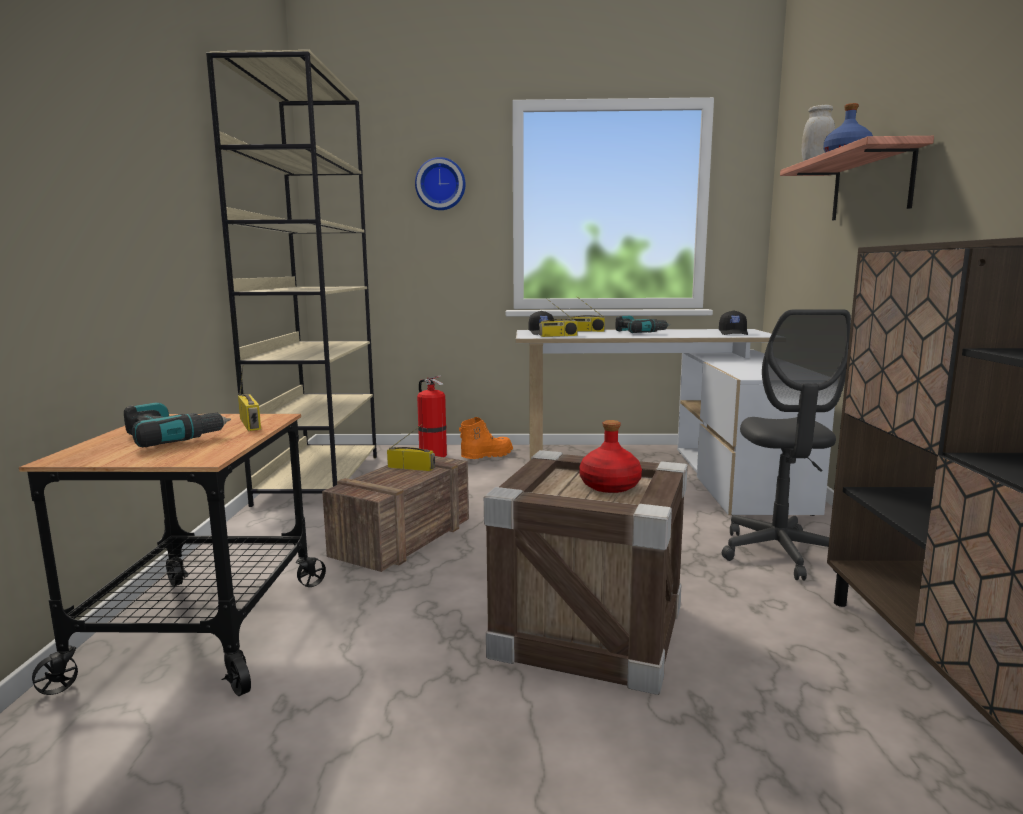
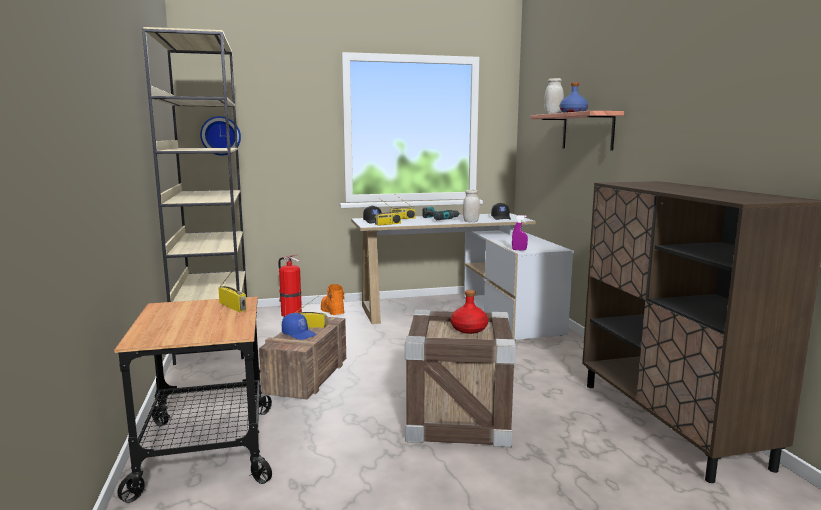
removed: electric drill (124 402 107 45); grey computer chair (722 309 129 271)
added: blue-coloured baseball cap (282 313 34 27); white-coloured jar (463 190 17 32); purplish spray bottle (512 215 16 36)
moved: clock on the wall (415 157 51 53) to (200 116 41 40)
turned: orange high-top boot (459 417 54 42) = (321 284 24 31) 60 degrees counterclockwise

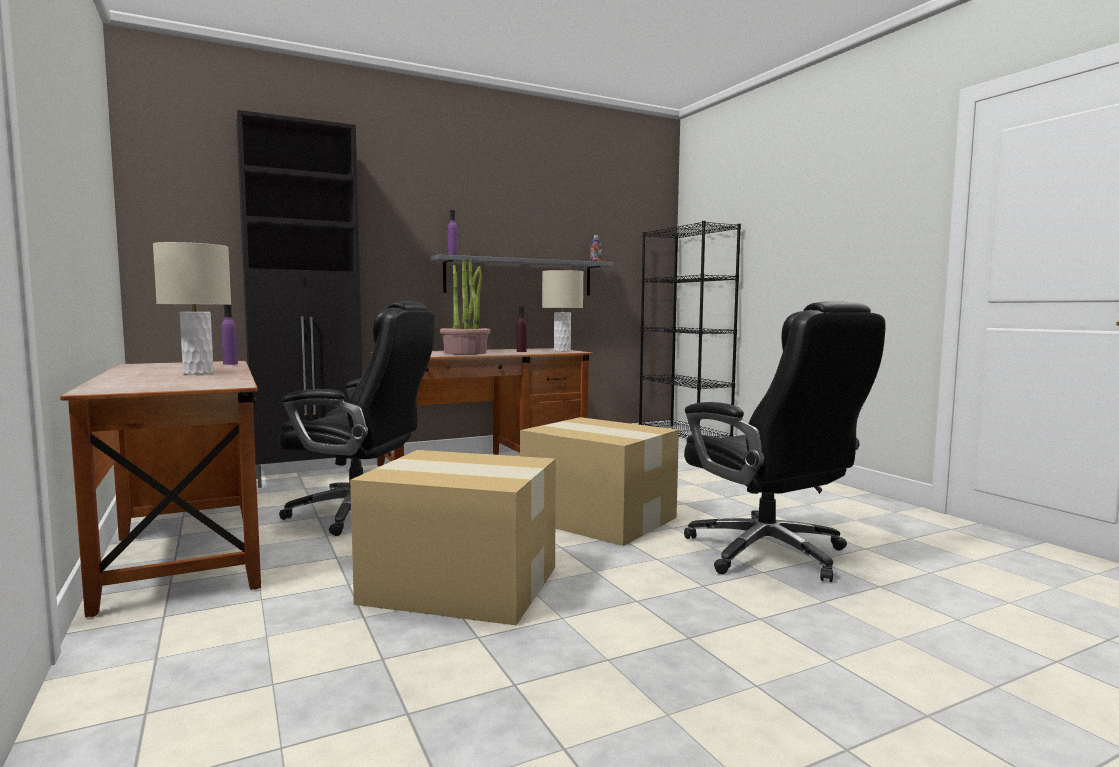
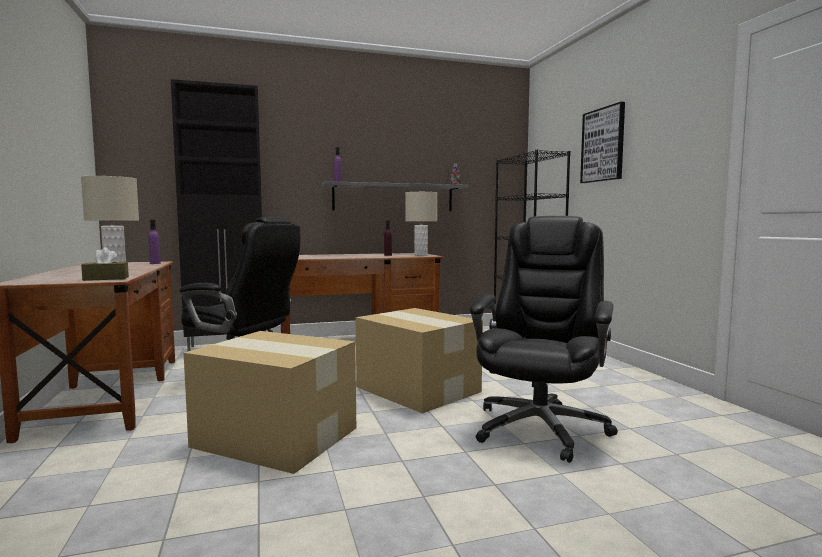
removed: houseplant (440 259 50 95)
added: brownish box of tissues (81 247 48 34); wall art (580 102 45 81)
turned: blackish computer chair (684 301 202 281) = (470 216 148 247) 135 degrees counterclockwise

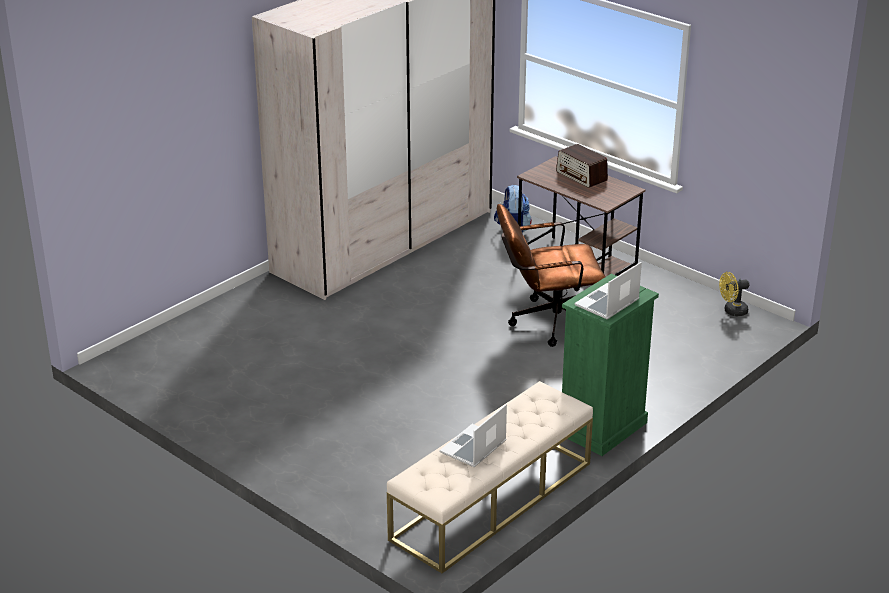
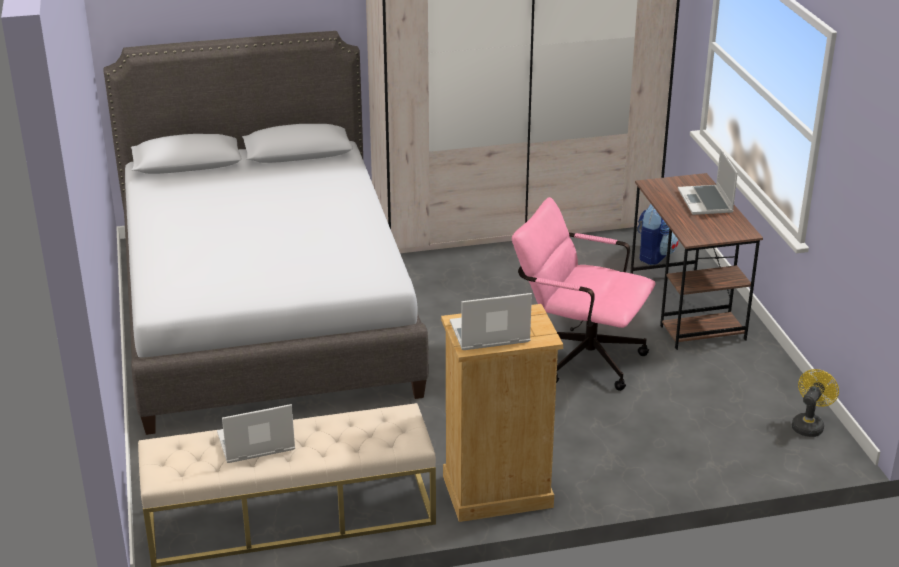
added: grey bed (104 31 325 404)
replaced: radio (556 144 52 44) to portable computer (678 148 60 67)
recoloured: green chest of drawers (562 274 97 182) to beige-coloured chest of drawers (441 304 122 218); brownish computer chair (497 204 109 143) to pinkish computer chair (512 197 144 194)
turned: yellow cooling fan (719 272 31 44) = (792 369 47 68) 105 degrees clockwise

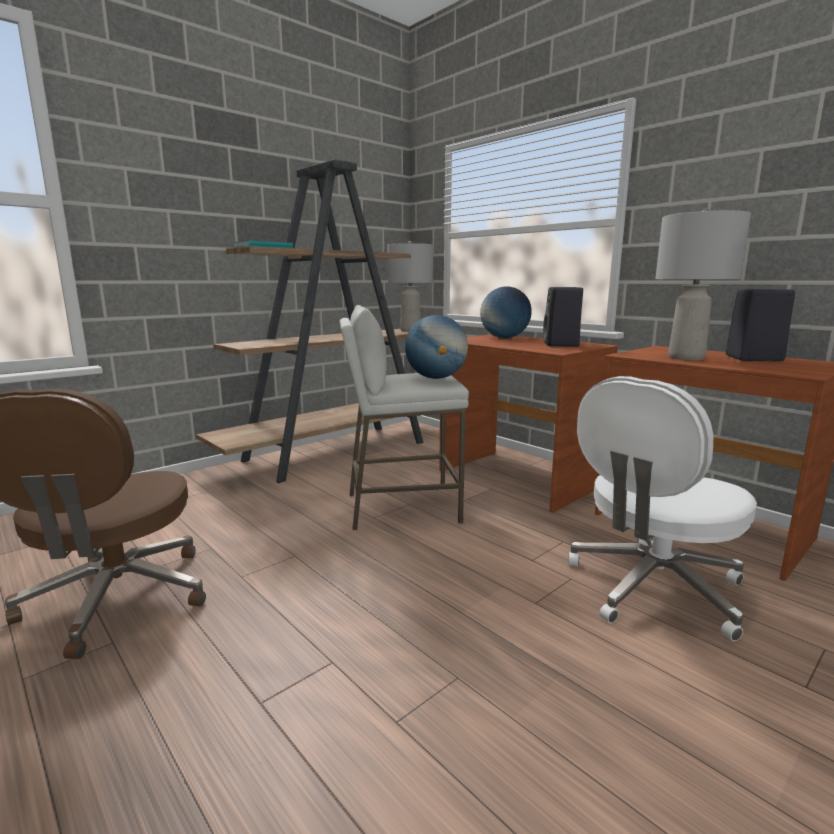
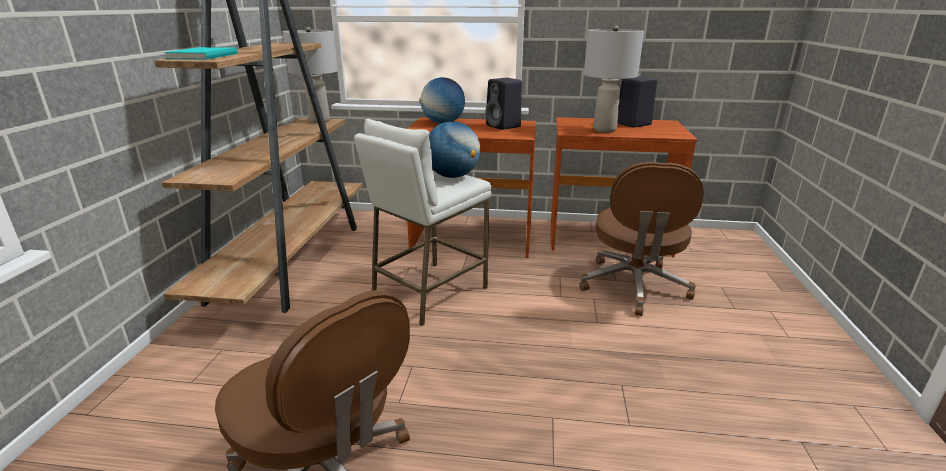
recoloured: white-coloured computer chair (568 376 189 265) to brownish computer chair (579 162 125 154)

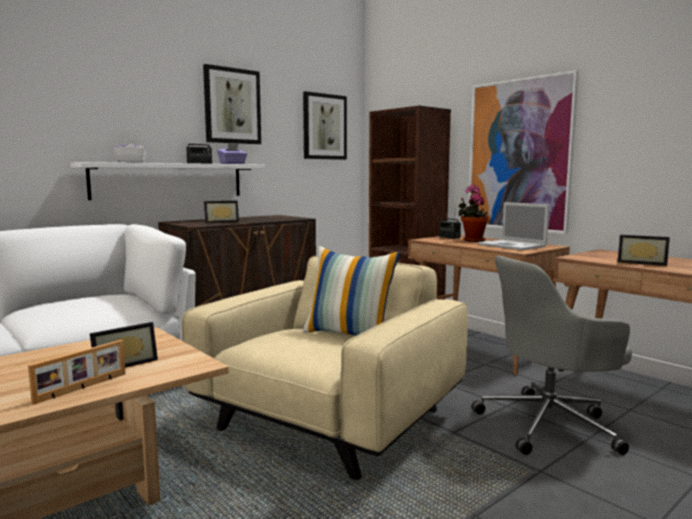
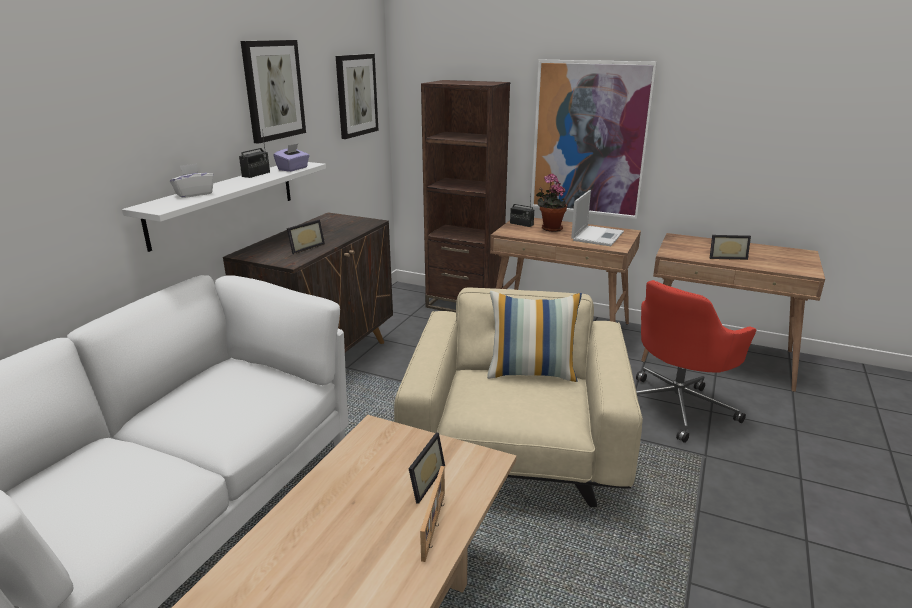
recoloured: grey computer chair (472 255 160 200) to red computer chair (636 280 120 163)
turned: portable computer (478 202 71 48) = (571 190 53 56) 90 degrees counterclockwise

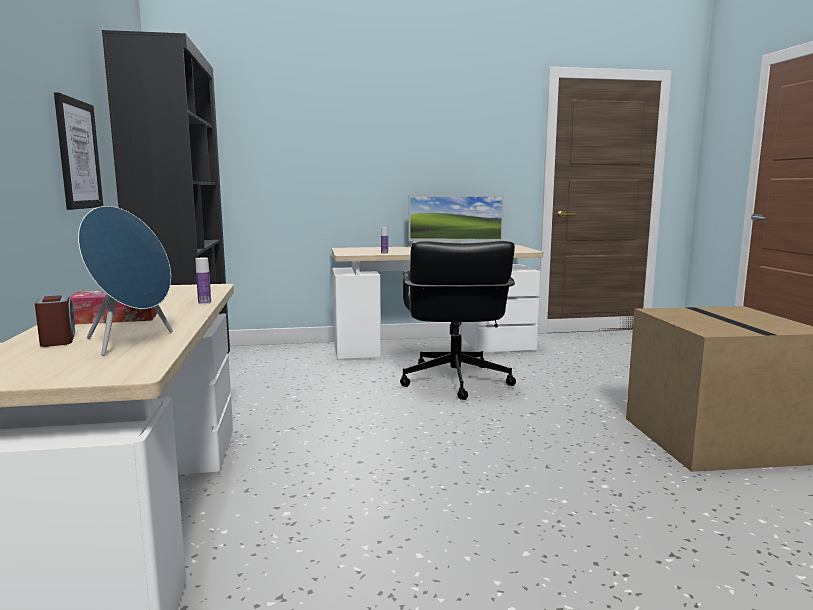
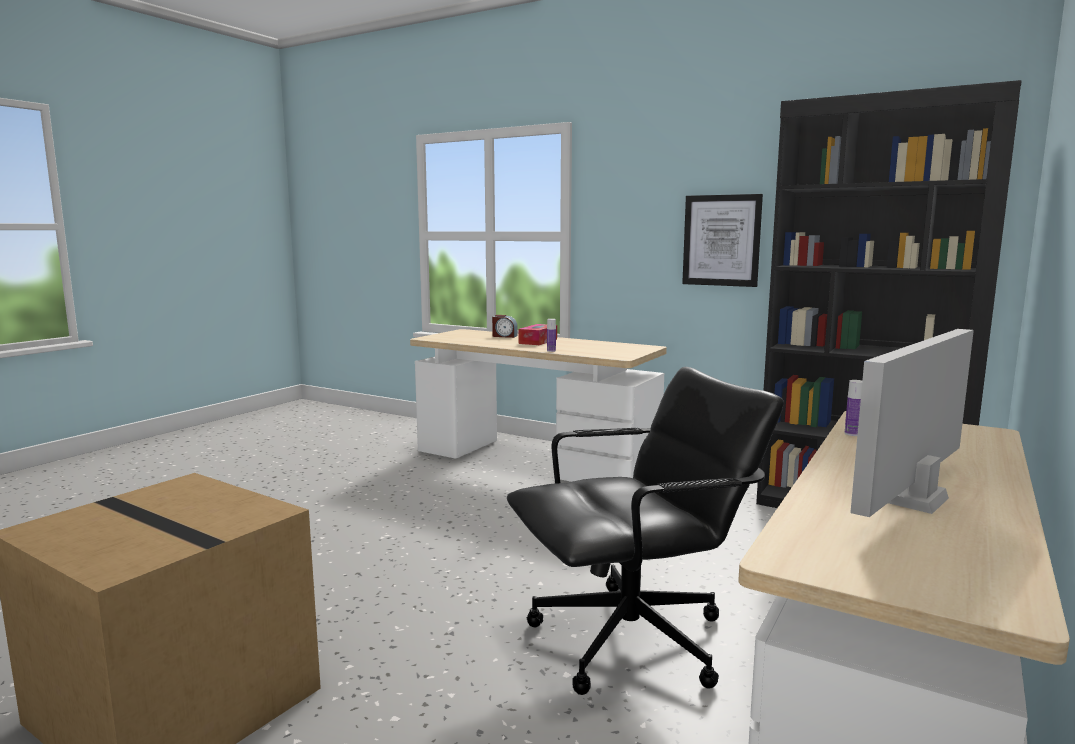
removed: blue-coloured audio speaker (78 206 95 150)
turned: blackish computer chair (400 241 116 159) = (507 367 277 328) 120 degrees clockwise

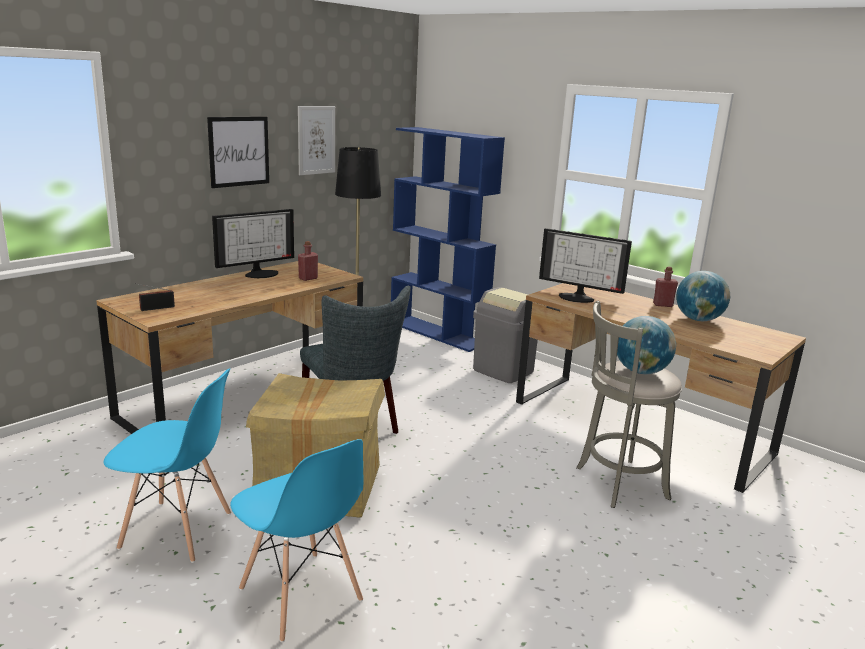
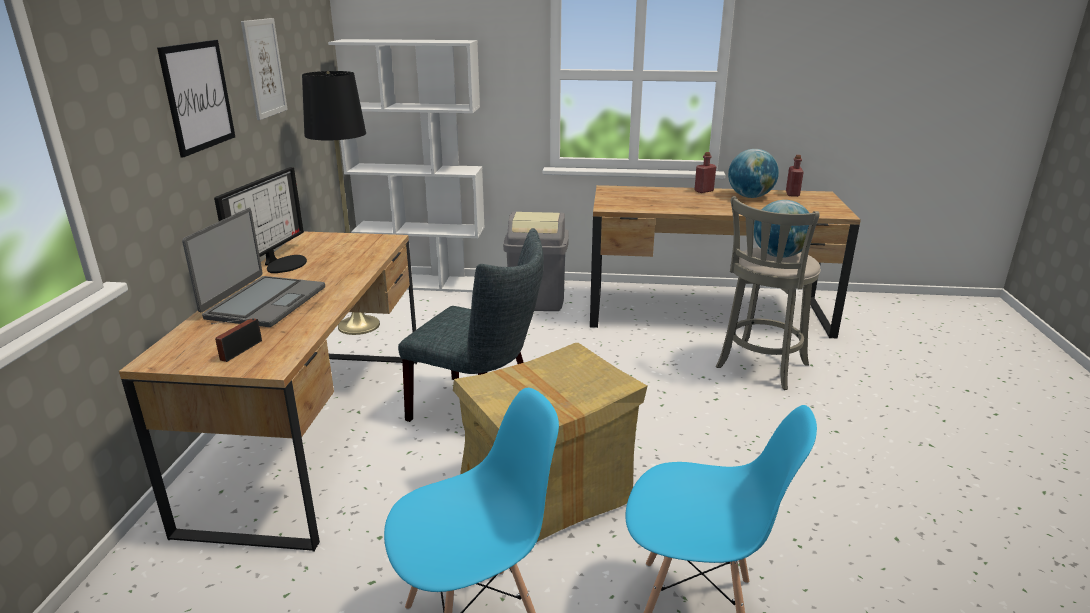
removed: monitor (539 228 93 75)
added: portable computer (182 208 143 119)
moved: red beverage bottle (298 241 20 40) to (786 155 18 42)
recoloured: blue-coloured bookcase (391 127 114 225) to white-coloured bookcase (328 39 157 253)

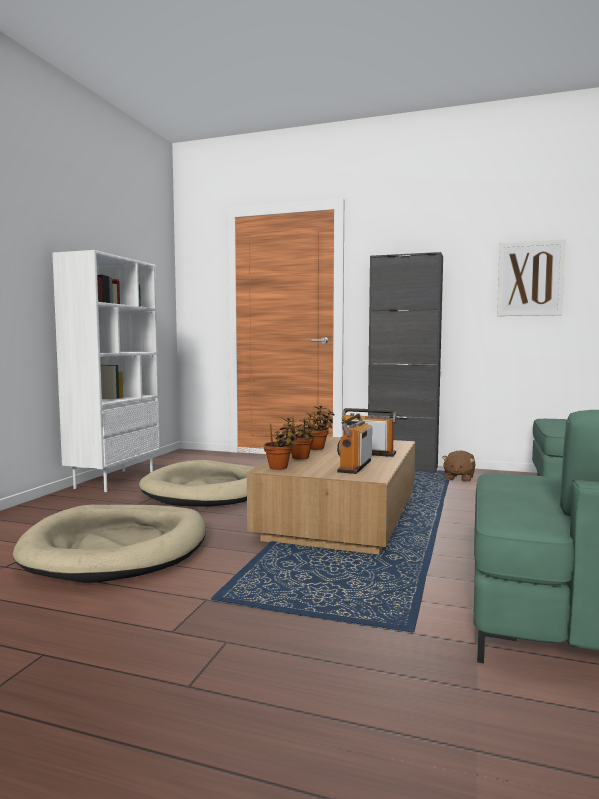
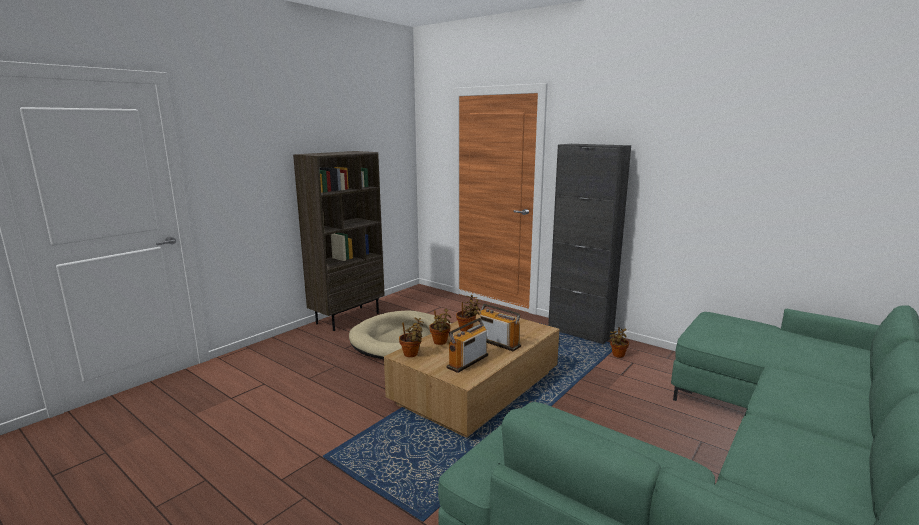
removed: beige-coloured dog bed (13 505 193 78); wall art (497 239 69 77)
replaced: brownish cuddly toy (442 450 34 32) to houseplant (609 327 20 31)
recoloured: white-coloured bookcase (52 250 108 242) to brownish bookcase (293 151 92 180)

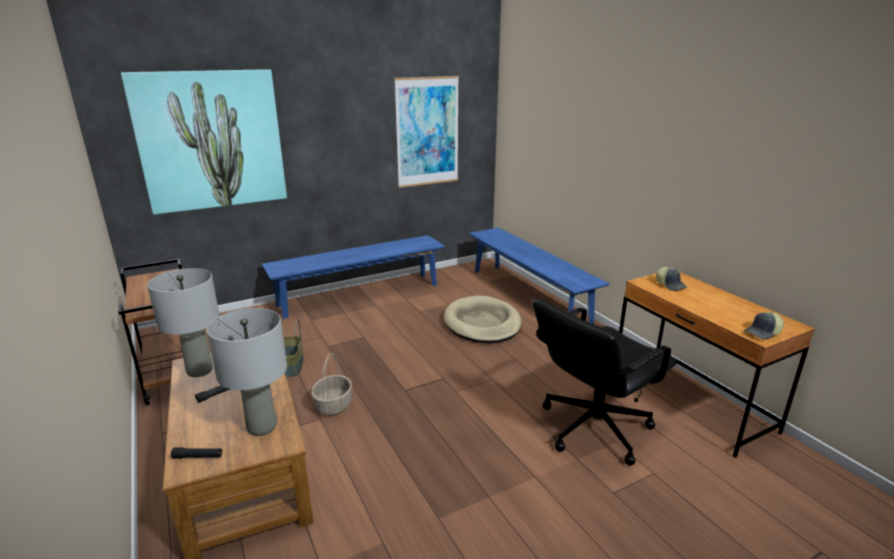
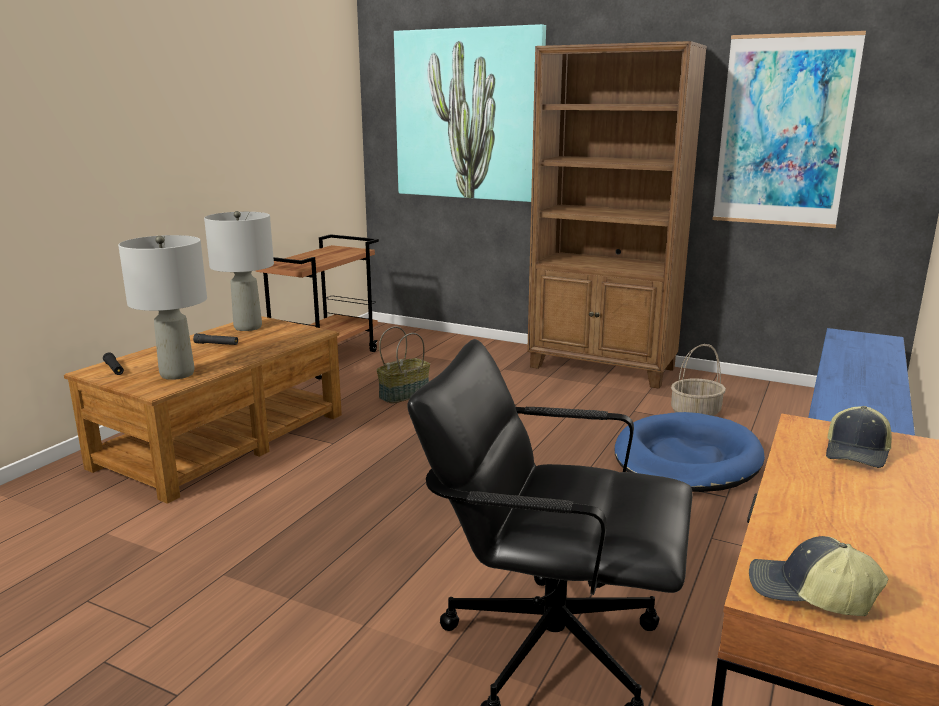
moved: storage basket (311 353 41 63) to (671 344 55 72)
replaced: blue-coloured long seat (262 235 183 84) to brownish bookcase (527 41 180 348)
recoloured: beige-coloured dog bed (444 296 78 47) to blue-coloured dog bed (615 412 150 80)

